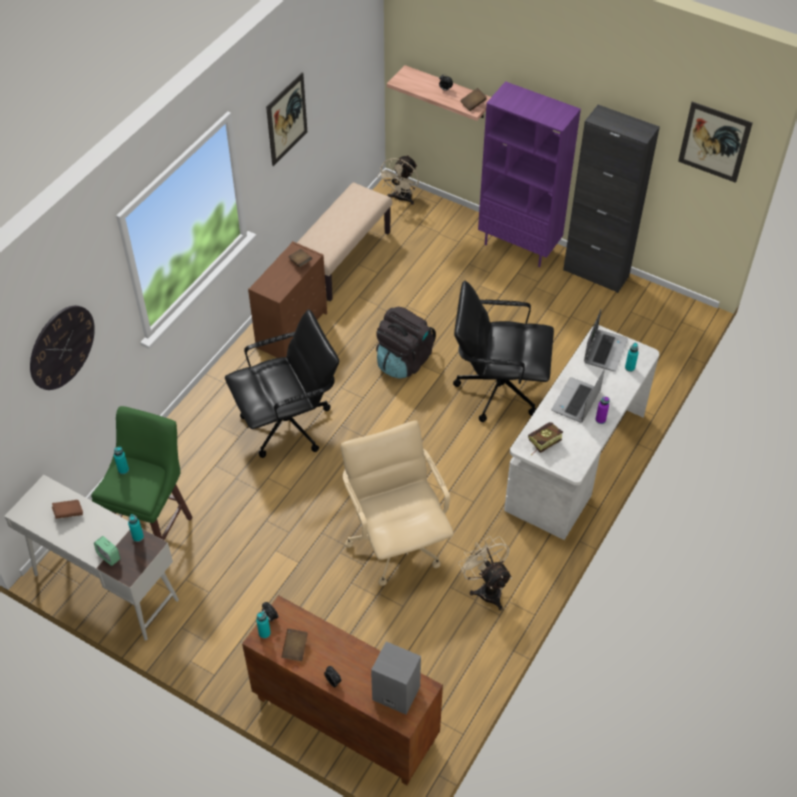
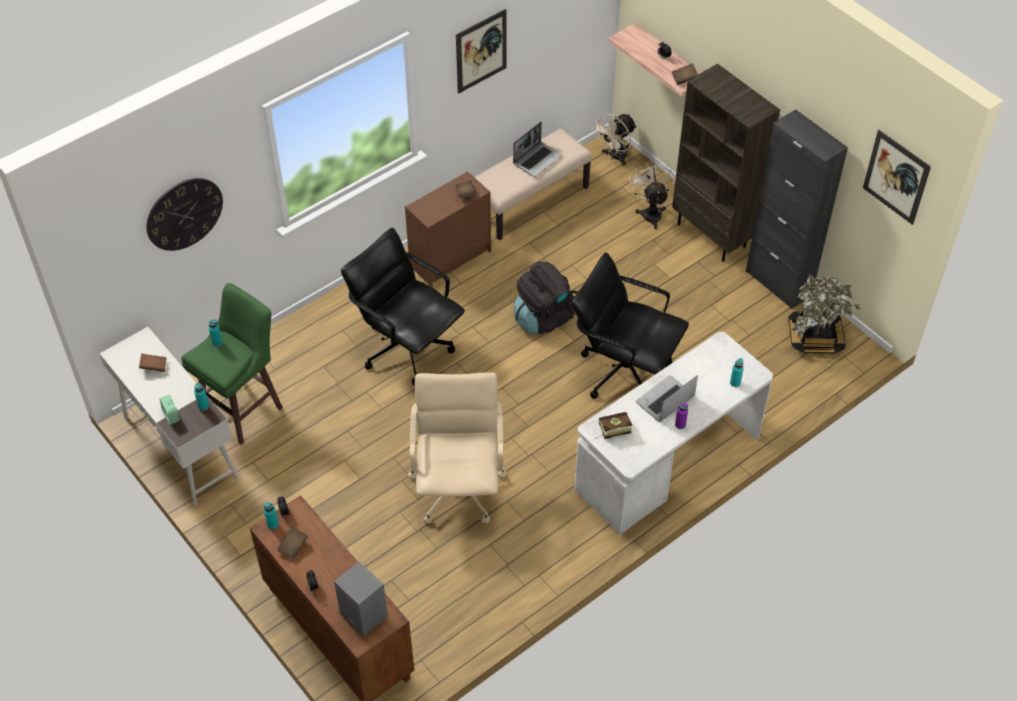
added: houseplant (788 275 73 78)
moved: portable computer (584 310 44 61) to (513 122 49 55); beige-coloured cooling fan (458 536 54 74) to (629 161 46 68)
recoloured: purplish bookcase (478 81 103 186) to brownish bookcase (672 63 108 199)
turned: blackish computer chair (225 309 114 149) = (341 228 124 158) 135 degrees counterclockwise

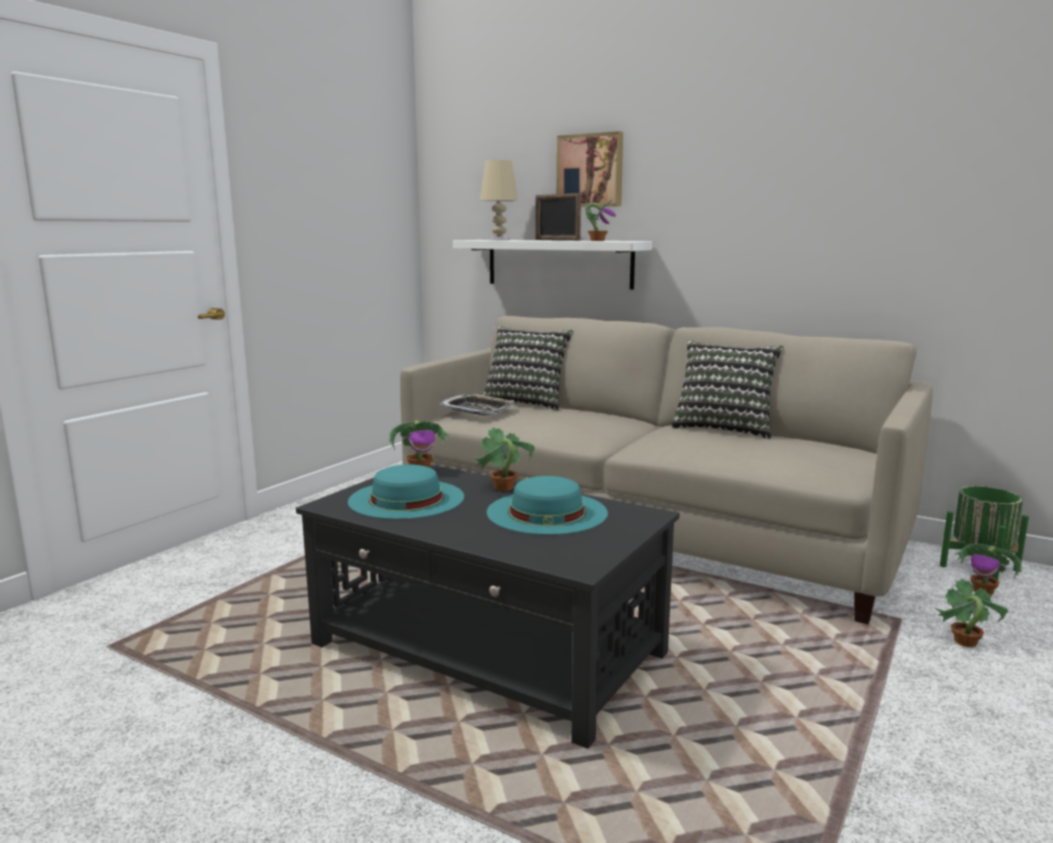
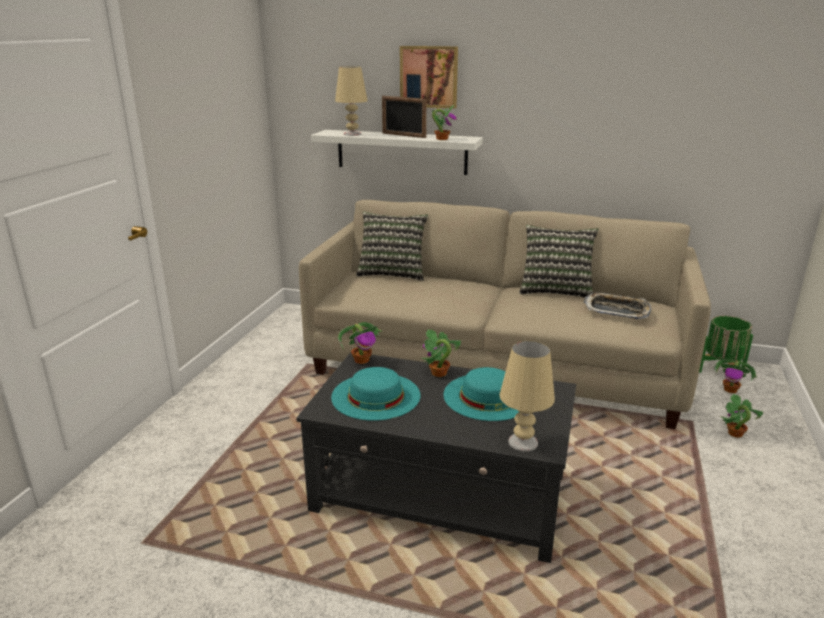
added: beige-coloured lamp for a table (500 341 55 111)
moved: carrying tray (440 394 75 21) to (583 293 69 26)

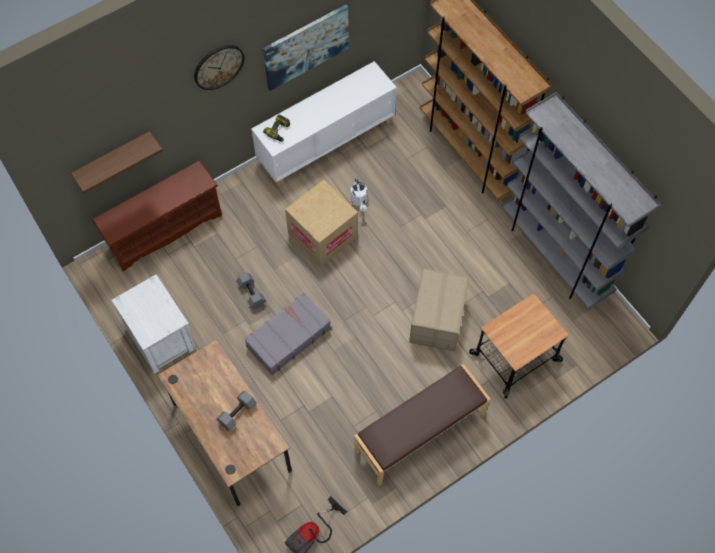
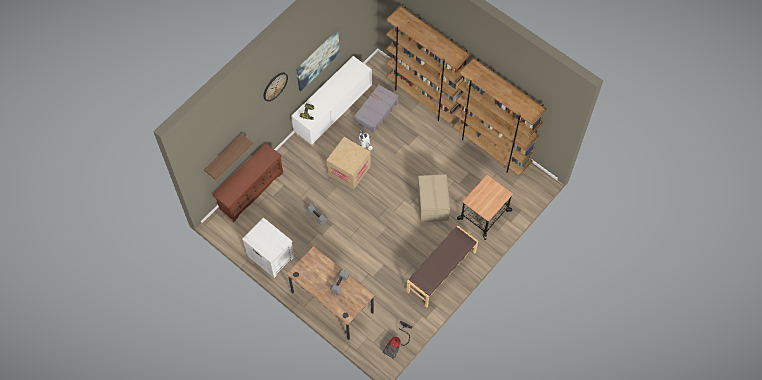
moved: grey suitcase (245 293 86 82) to (354 84 45 49)
recoloured: grey bookcase (502 92 159 217) to brownish bookcase (453 58 94 118)

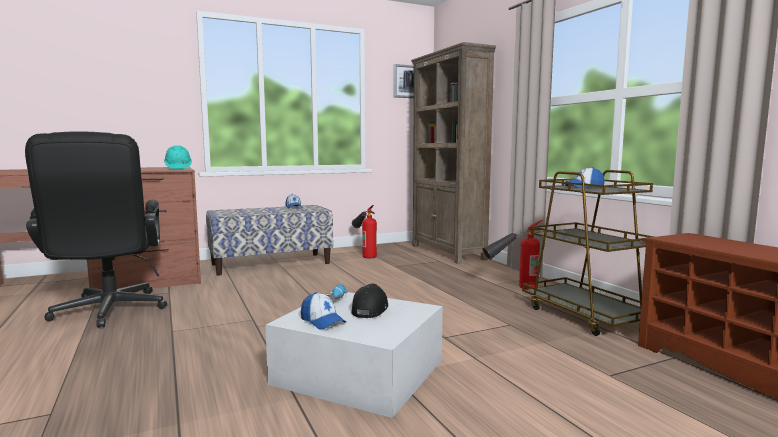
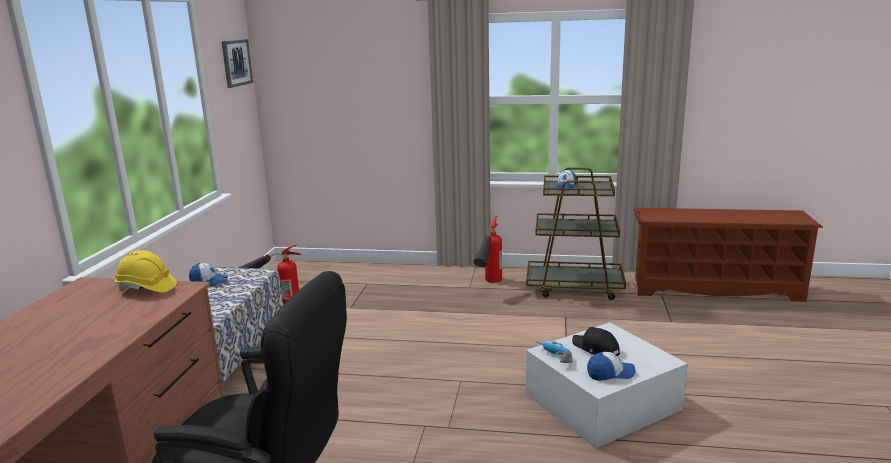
removed: brownish bookcase (411 42 85 222)
recoloured: blue-green safety helmet (164 145 28 24) to yellow safety helmet (115 250 62 42)

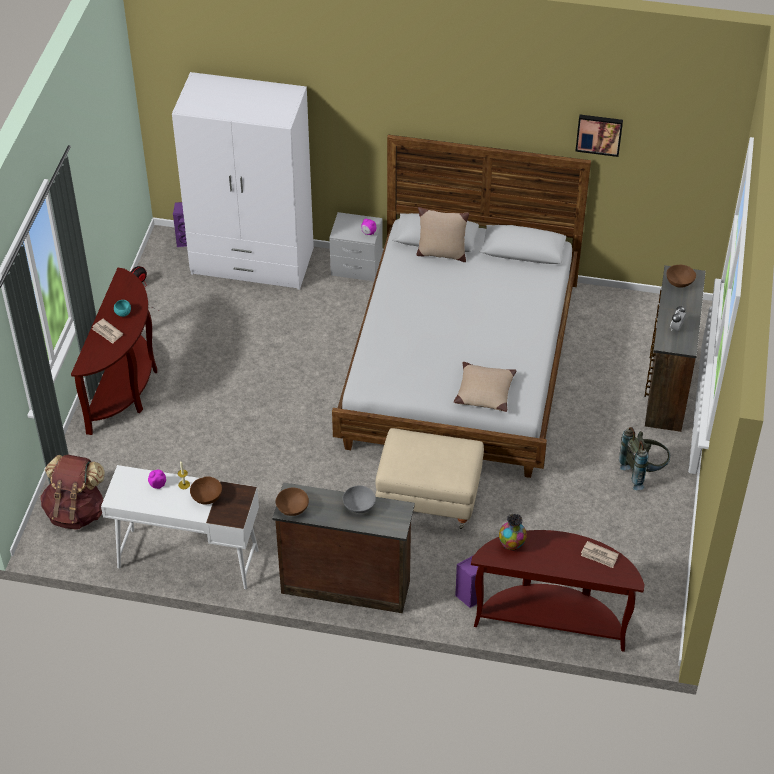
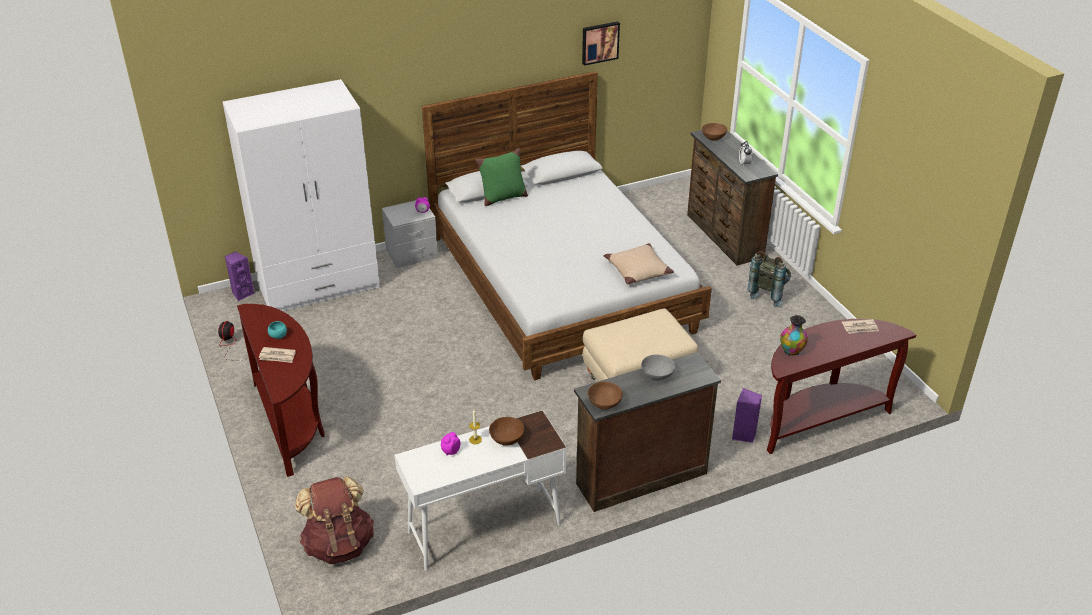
recoloured: beige-coloured throw pillow (417 207 52 55) to green throw pillow (475 148 53 58)

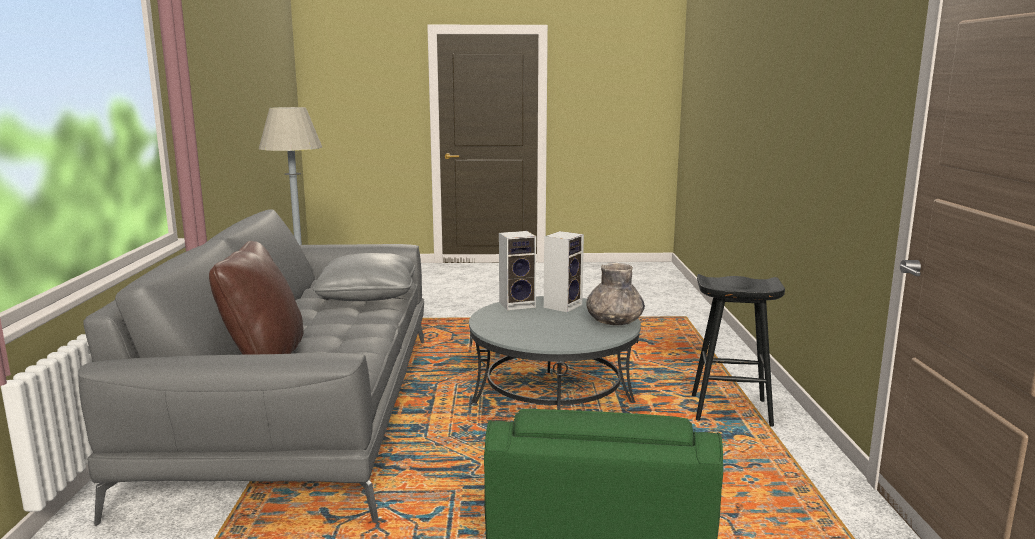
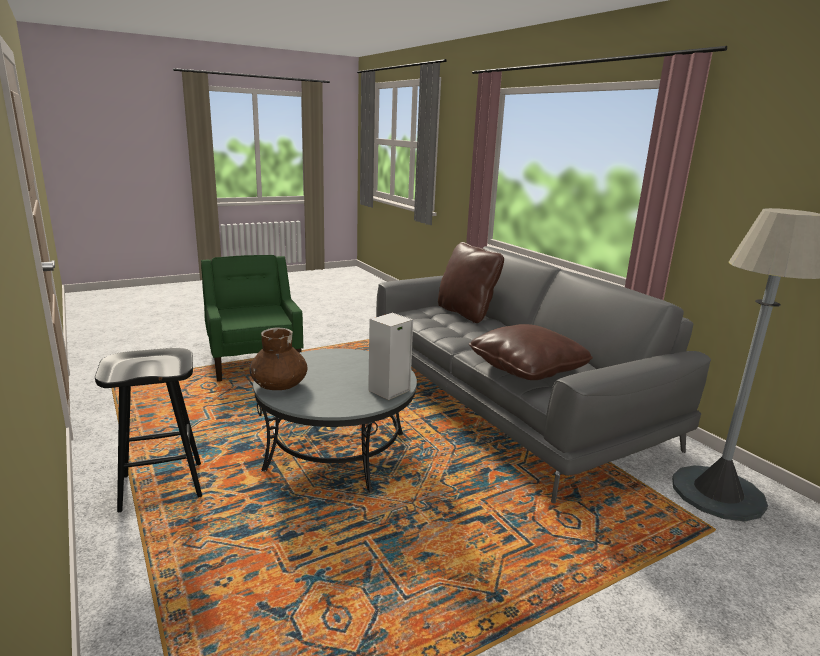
removed: audio speaker (544 231 40 81)
recoloured: grey vase (586 263 59 62) to brownish vase (249 327 58 63); grey throw pillow (313 253 102 48) to brownish throw pillow (469 324 124 56)

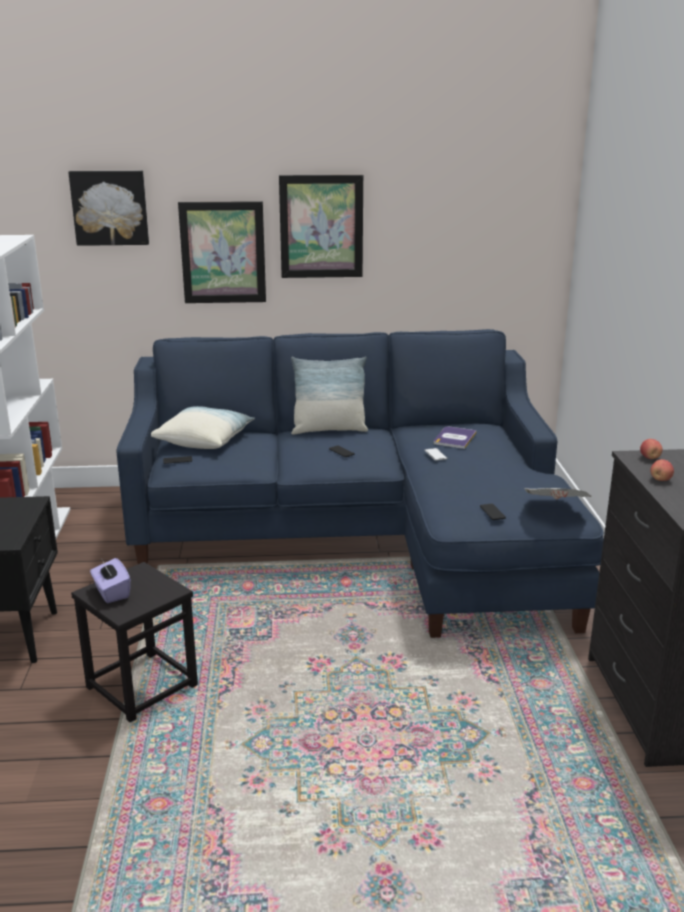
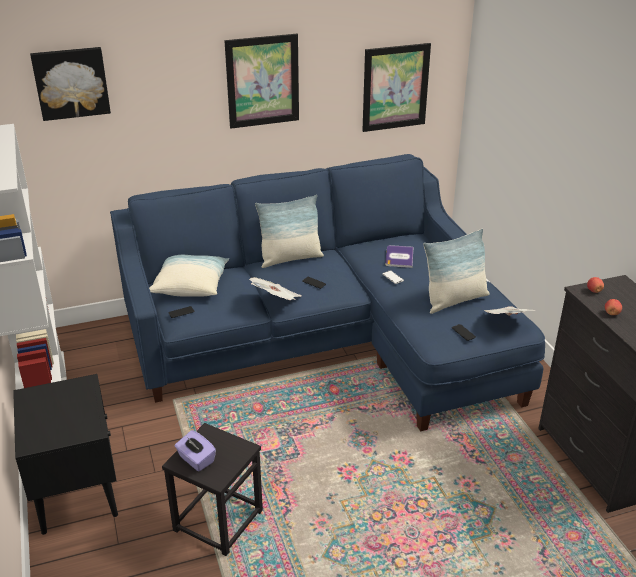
added: printed paper (249 277 52 23); throw pillow (423 229 67 85)
moved: wall art (178 201 88 102) to (362 43 69 89)

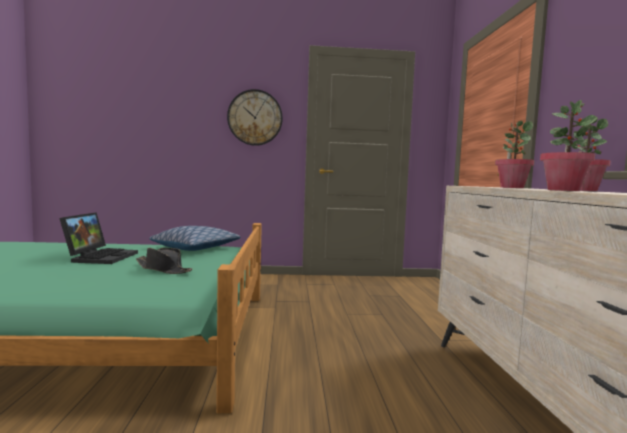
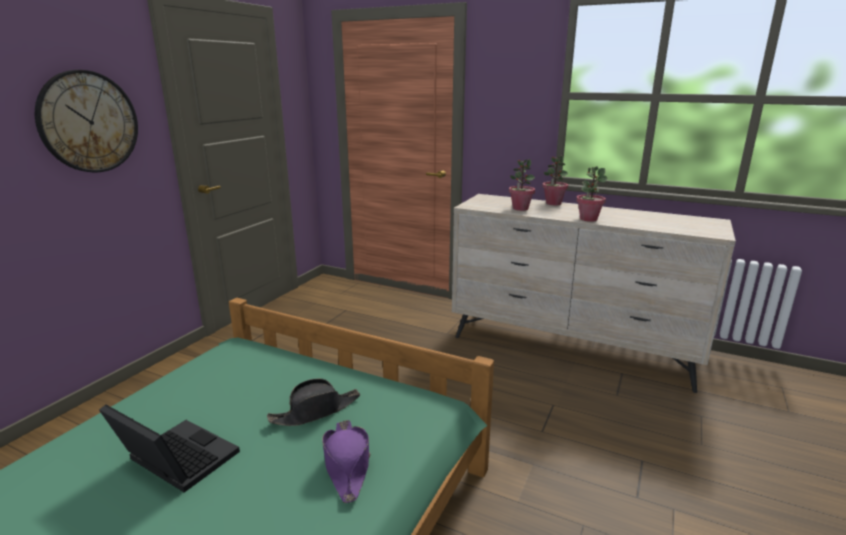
removed: throw pillow (149 226 92 25)
added: purplish wearable hat (322 420 48 83)

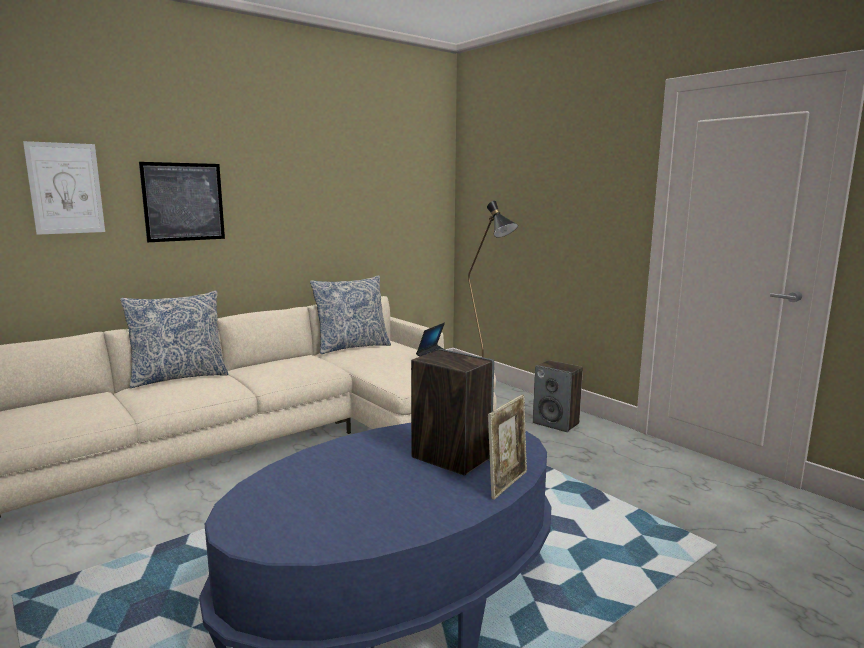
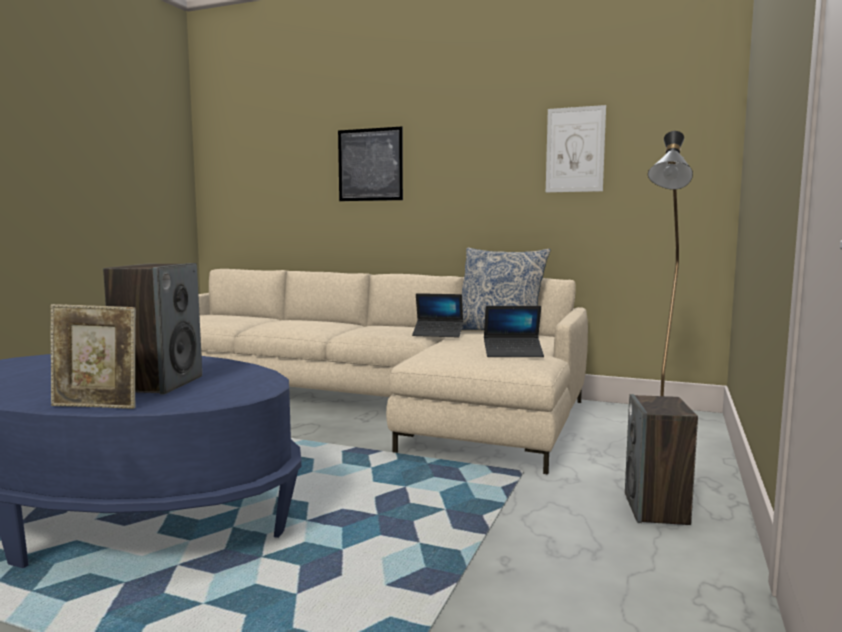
removed: throw pillow (120 291 109 97)
added: portable computer (412 293 51 45)
moved: wall art (23 141 82 94) to (546 105 60 87)

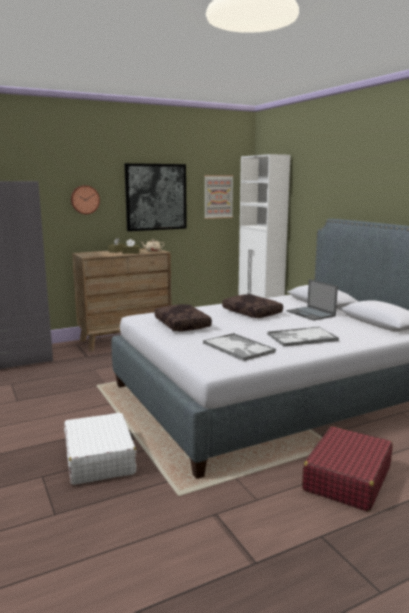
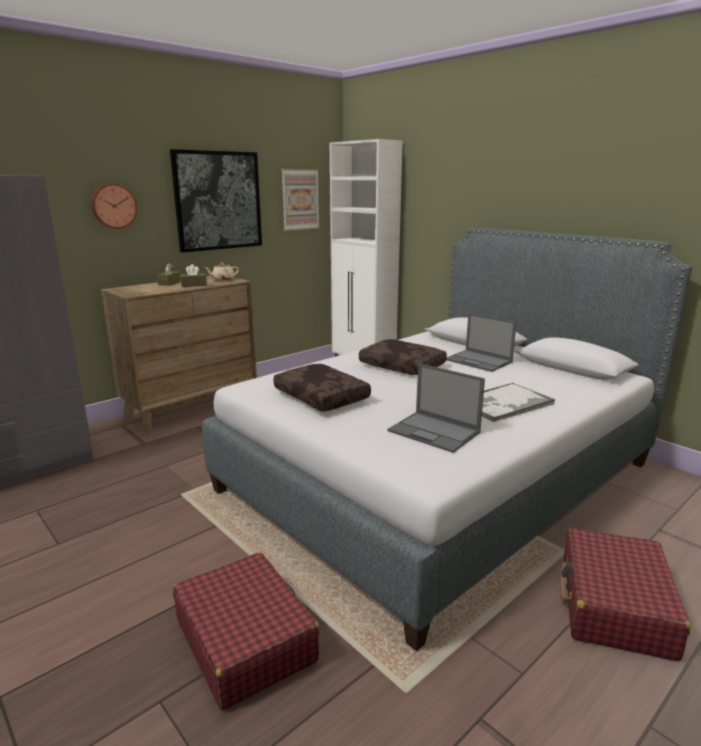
replaced: carrying tray (203 333 73 28) to portable computer (387 363 98 90)
recoloured: white-coloured suitcase (64 413 73 72) to red suitcase (173 552 147 158)

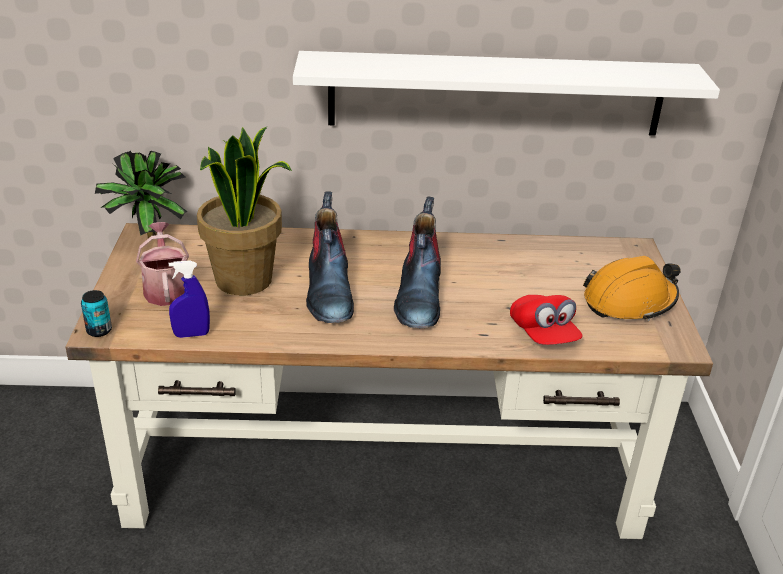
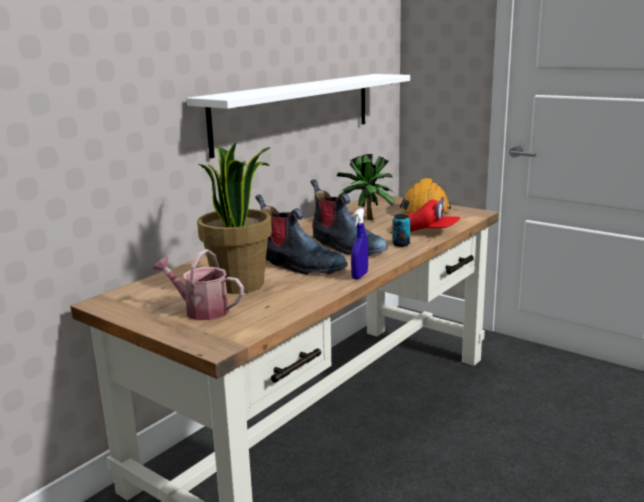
moved: houseplant (95 151 93 87) to (337 154 58 66); blue-coloured spray bottle (169 260 41 78) to (351 208 17 71); can (81 290 31 47) to (392 214 18 33)

